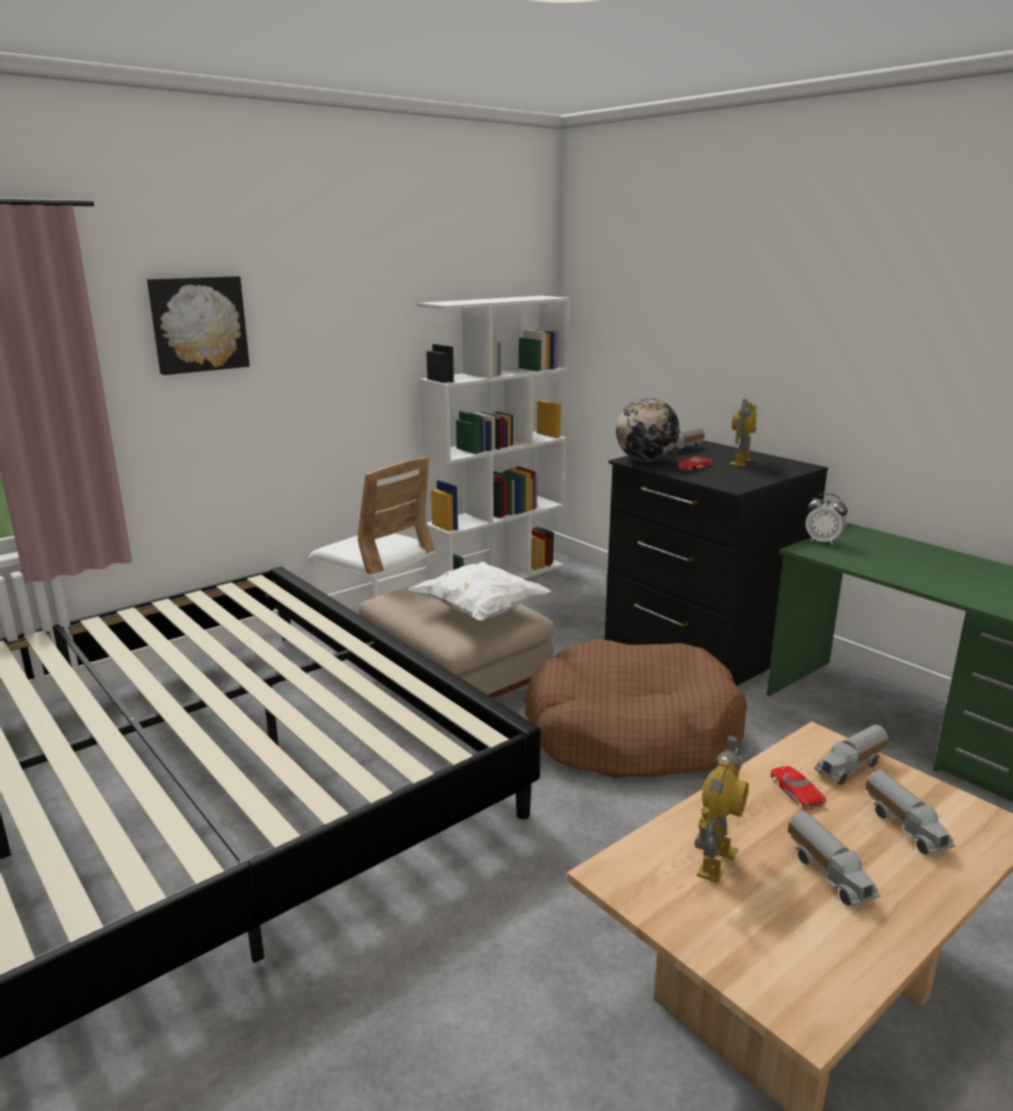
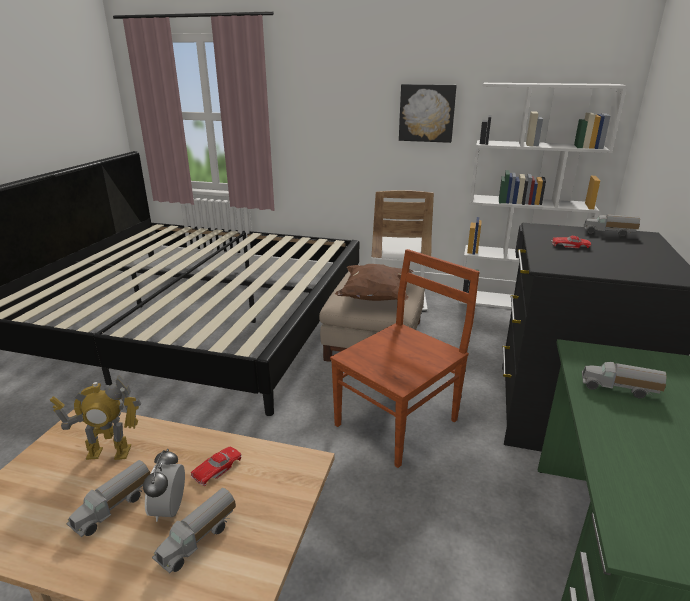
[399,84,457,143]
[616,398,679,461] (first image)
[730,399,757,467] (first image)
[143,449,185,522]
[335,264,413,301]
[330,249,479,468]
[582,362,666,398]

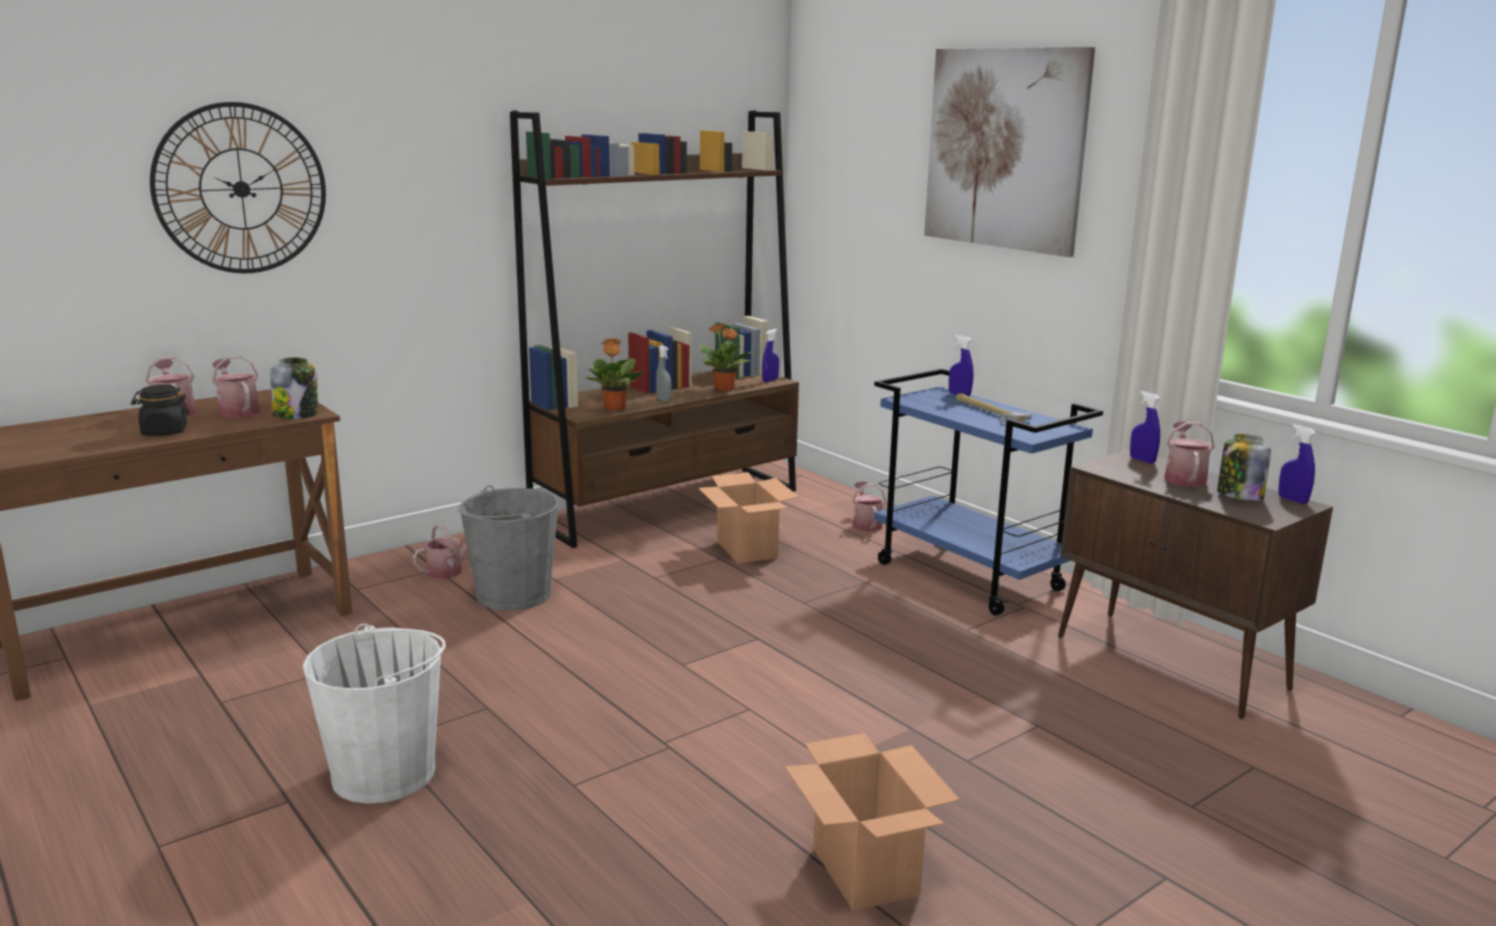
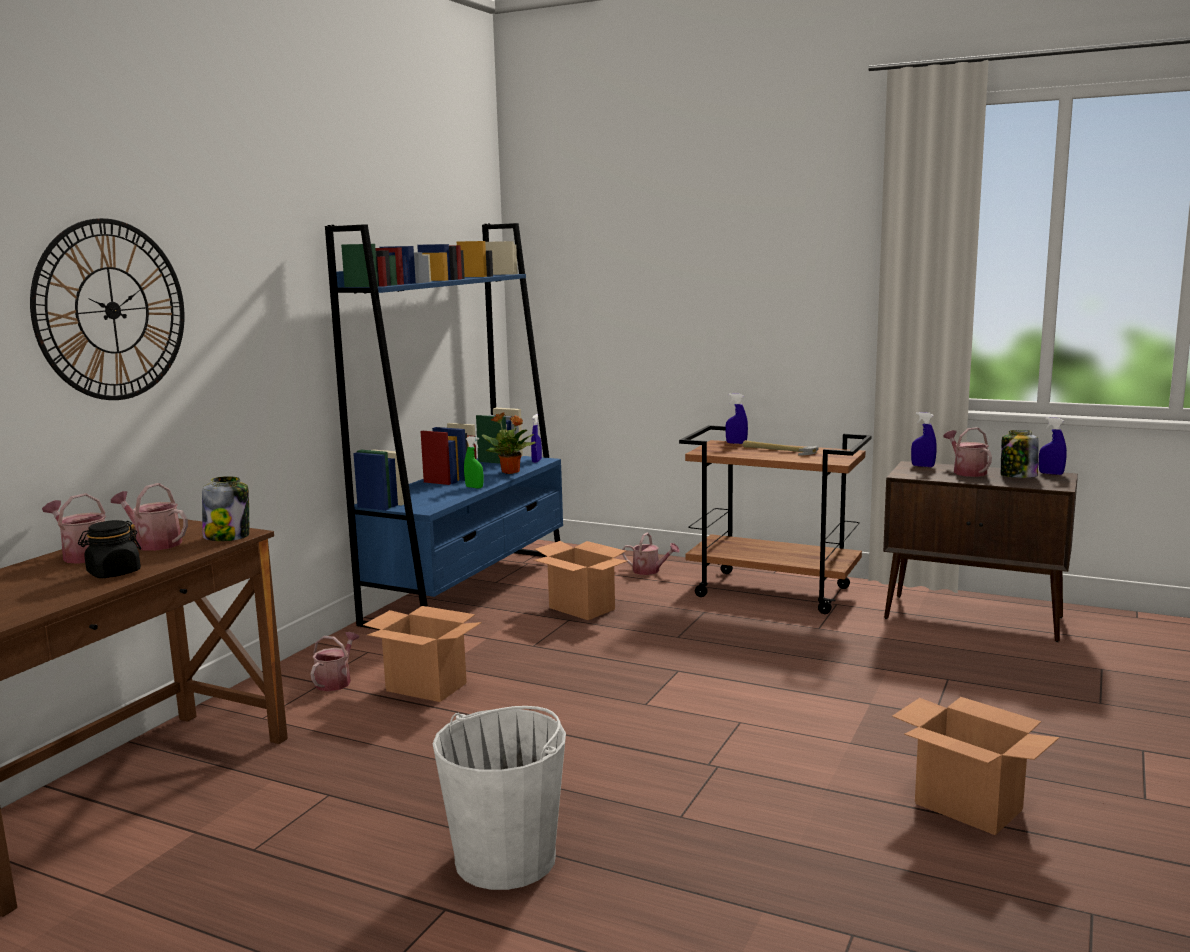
[924,47,1095,257] (first image)
[325,223,563,630]
[586,338,643,411] (first image)
[464,436,483,489]
[679,425,872,614]
[622,533,680,575]
[363,606,482,702]

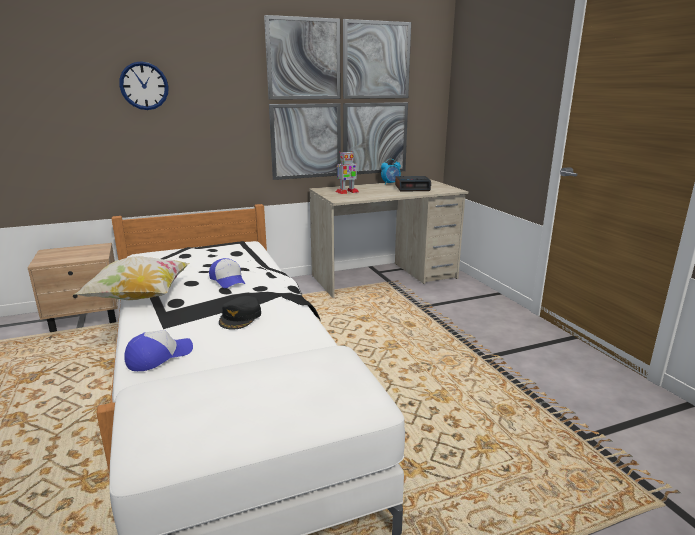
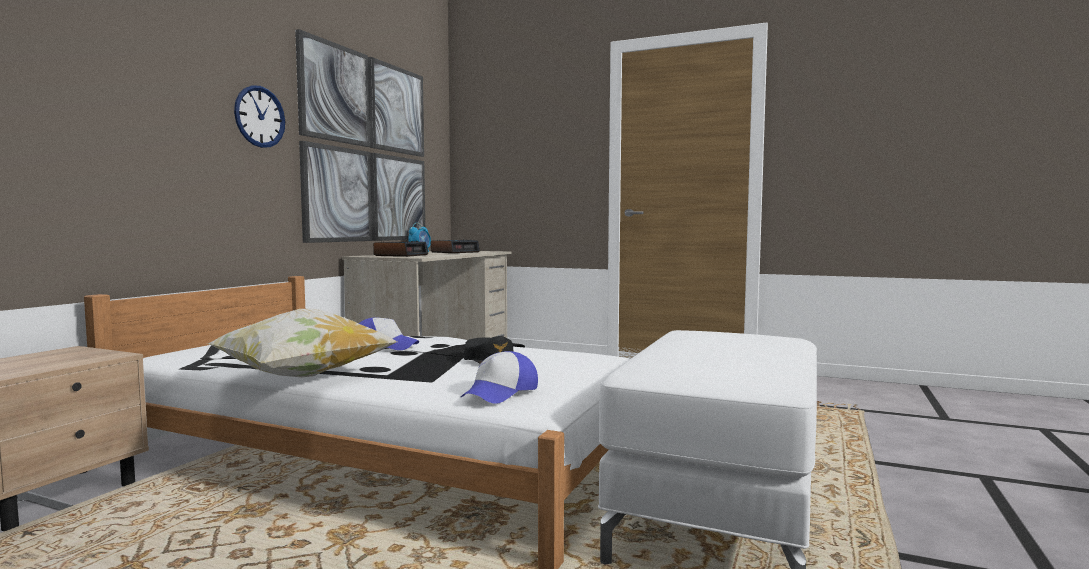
[234,85,285,148]
[373,241,428,257]
[460,351,538,404]

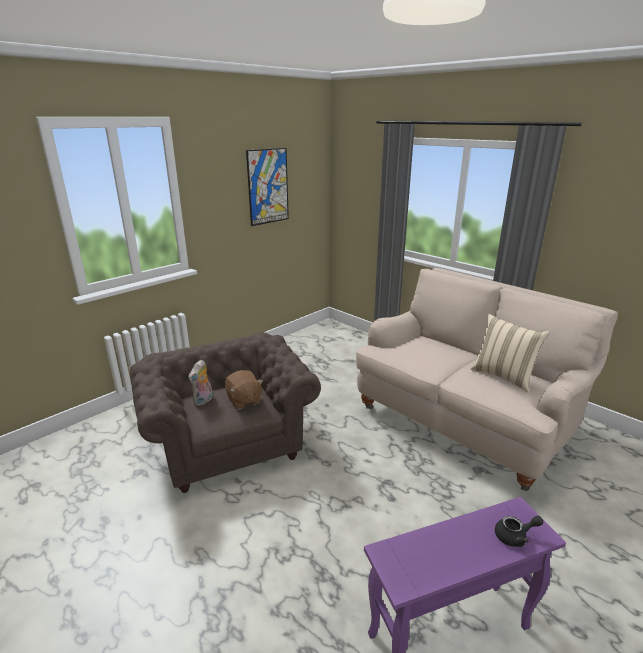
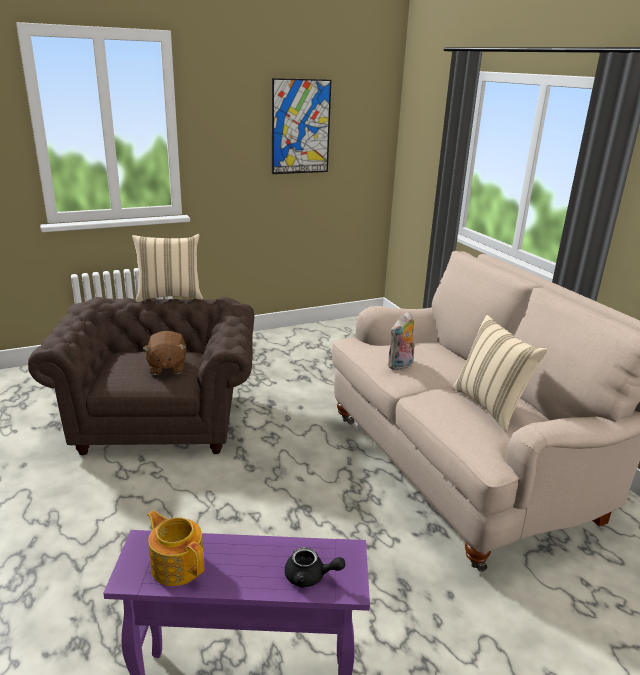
[388,312,415,371]
[132,234,203,302]
[147,510,204,586]

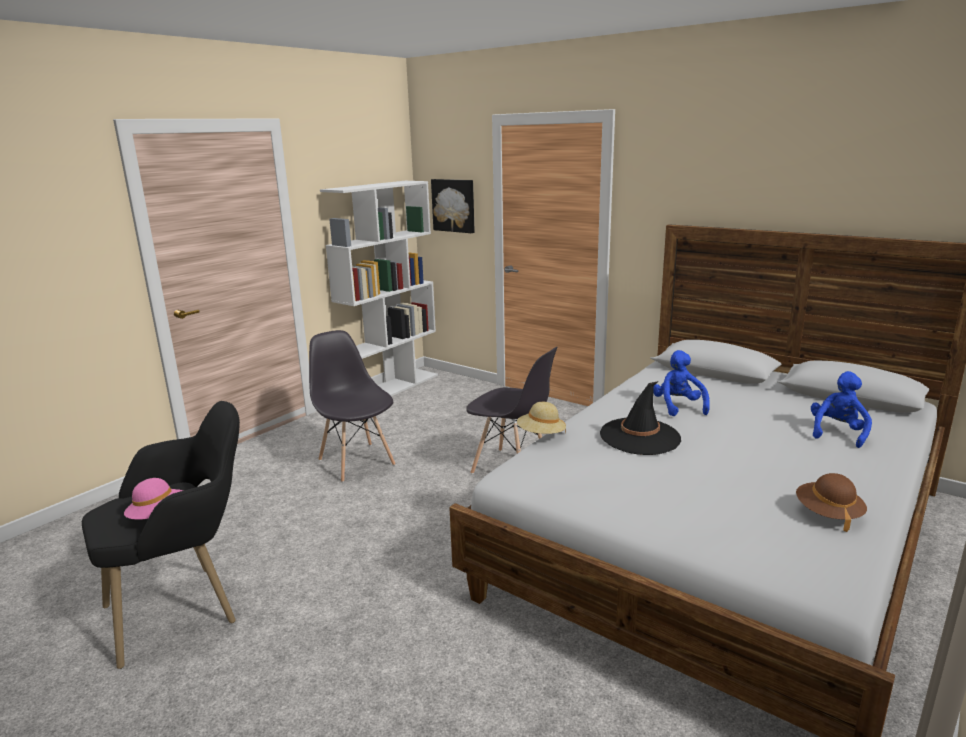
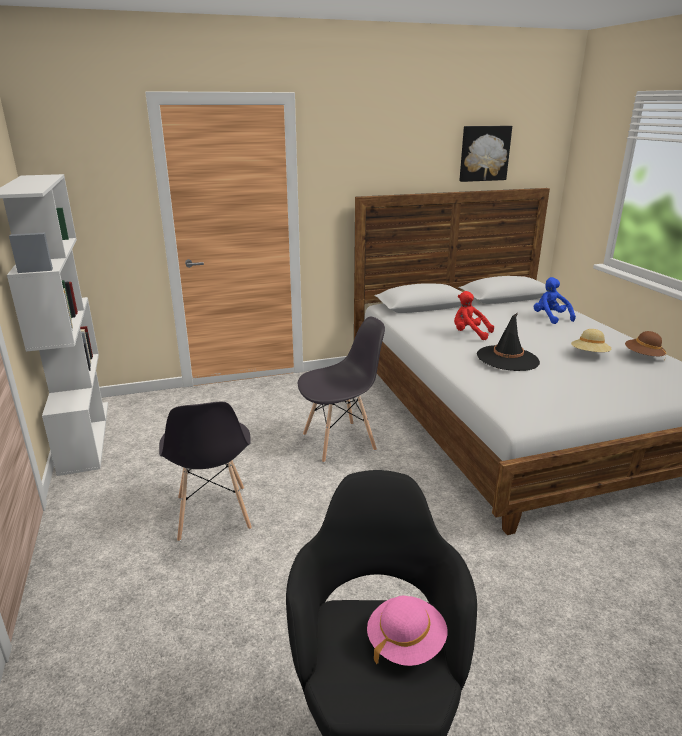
[459,126,512,182]
[159,402,252,542]
[454,291,494,340]
[571,329,612,352]

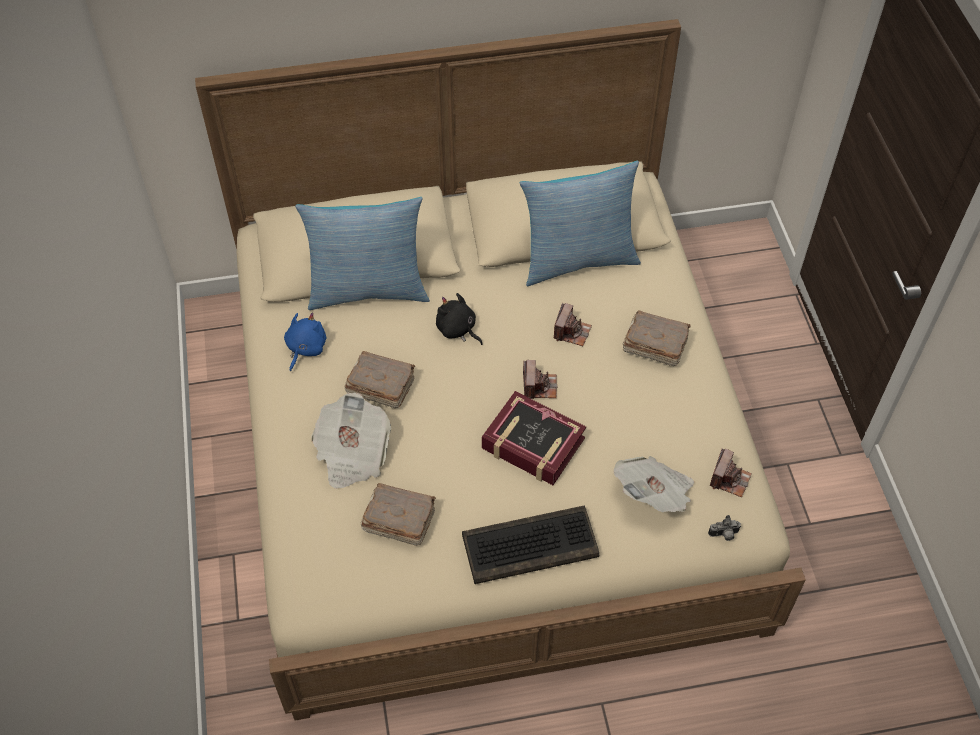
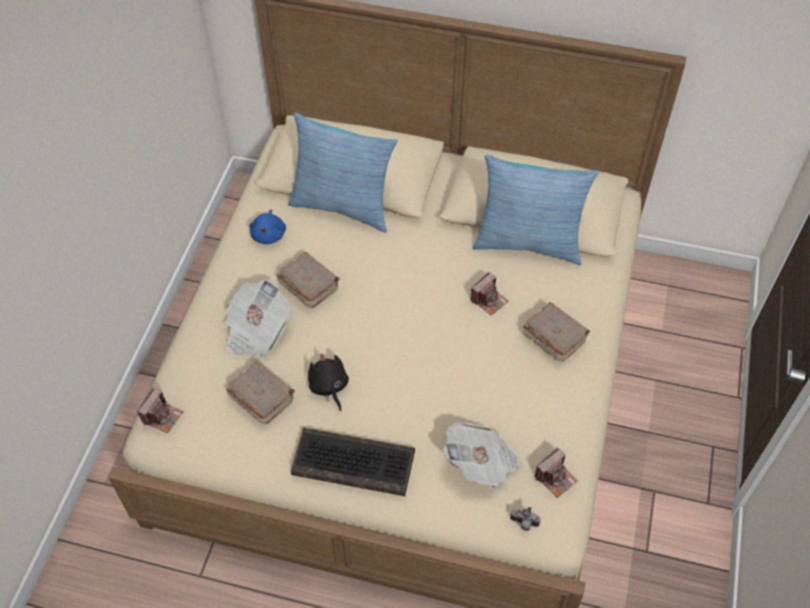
[308,353,349,411]
[249,209,286,244]
[137,388,183,433]
[482,391,586,485] (first image)

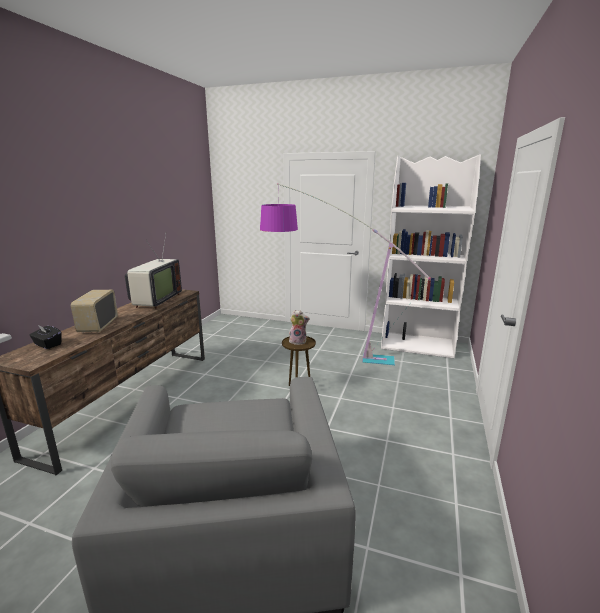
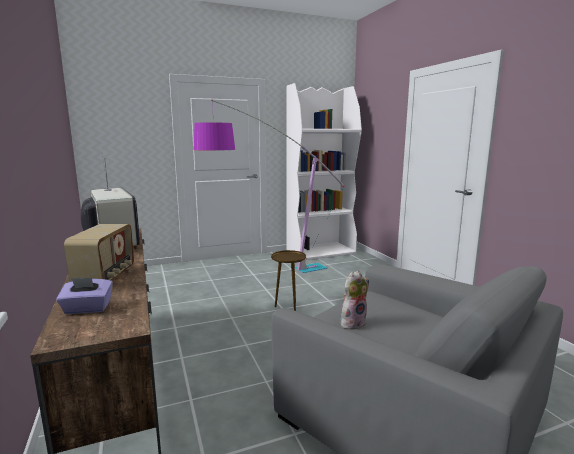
[64,224,134,282]
[340,271,369,330]
[56,278,113,314]

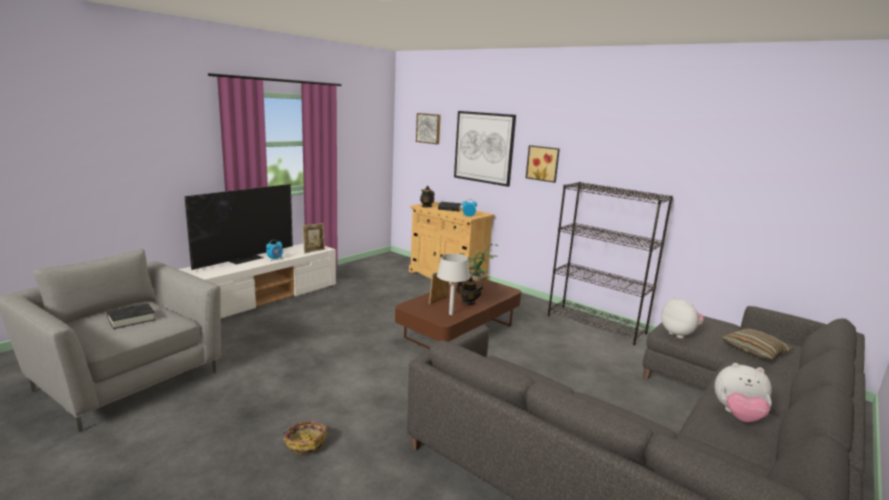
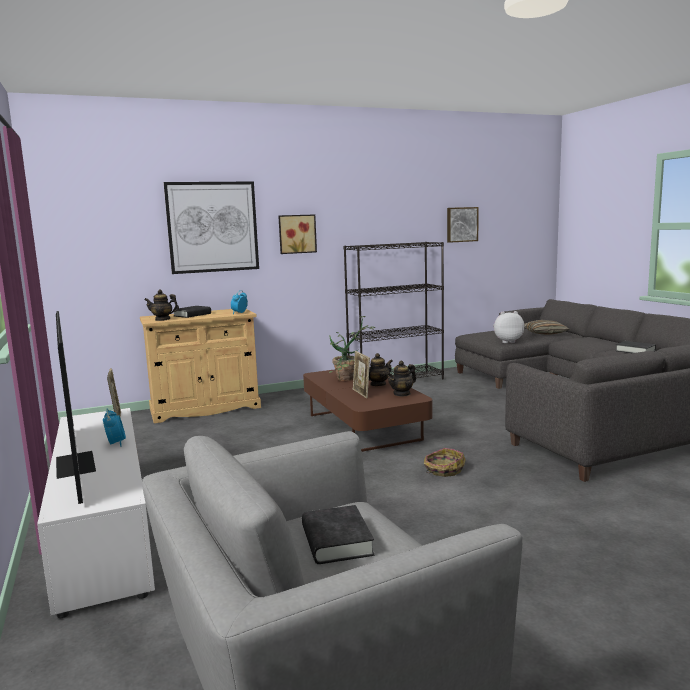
[447,207,479,243]
[387,360,416,397]
[616,341,656,353]
[424,448,466,477]

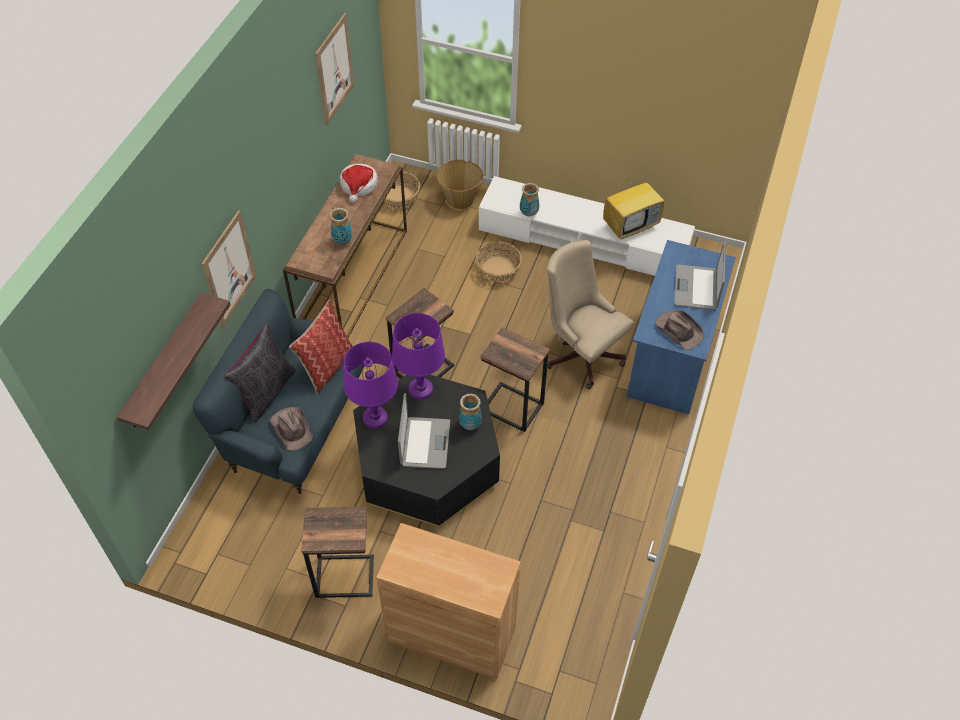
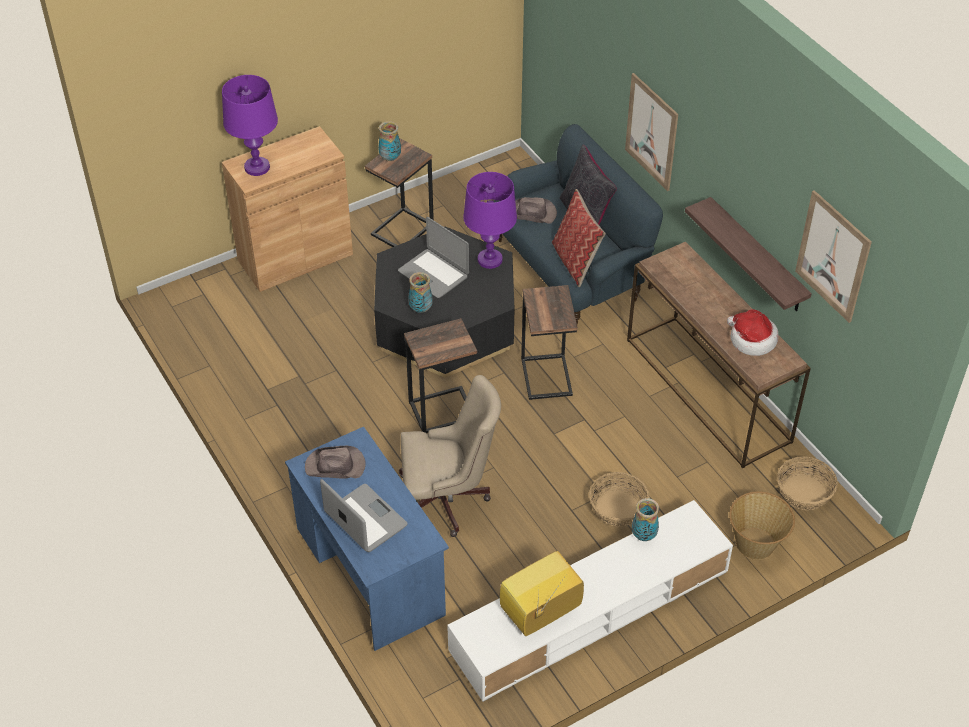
[500,551,584,636]
[378,121,401,161]
[685,197,812,311]
[222,75,278,176]

